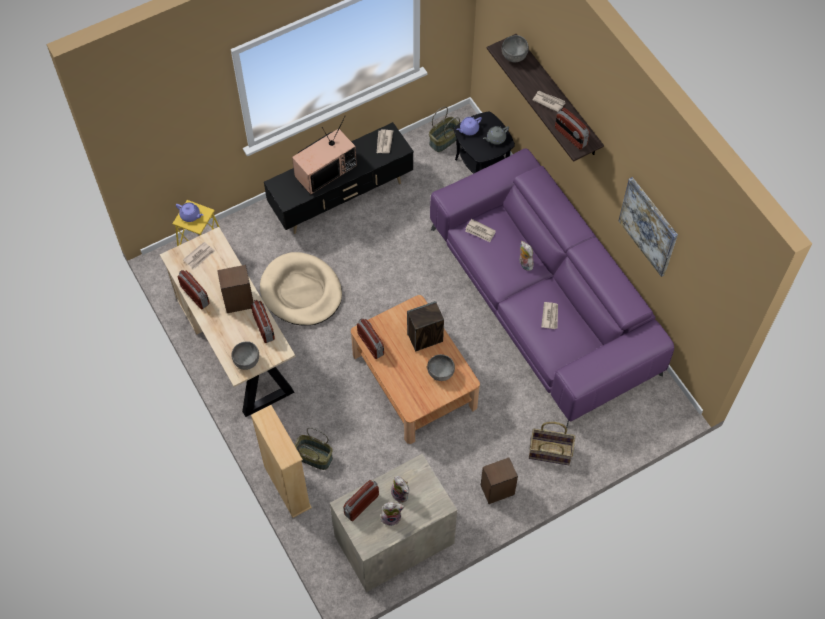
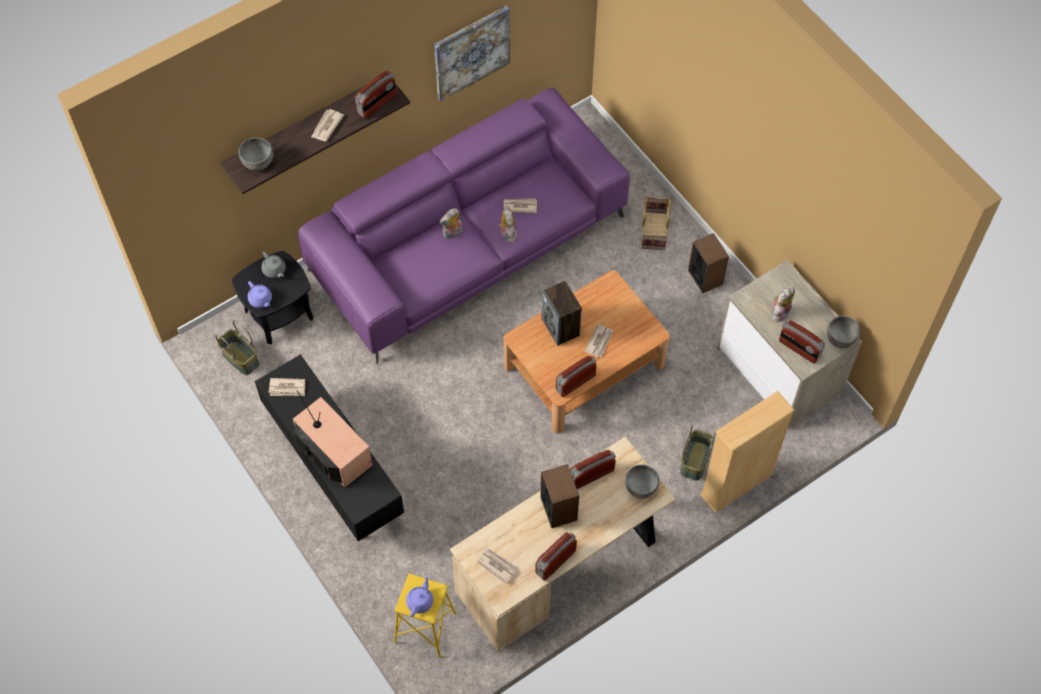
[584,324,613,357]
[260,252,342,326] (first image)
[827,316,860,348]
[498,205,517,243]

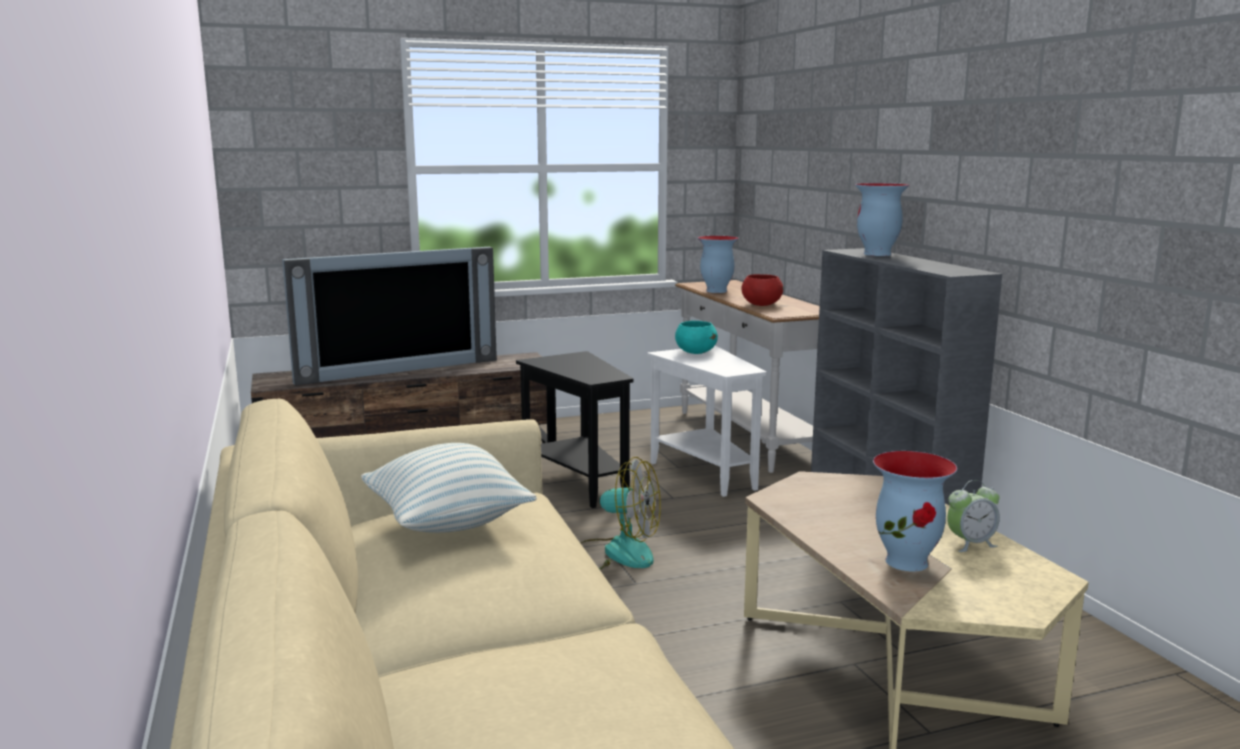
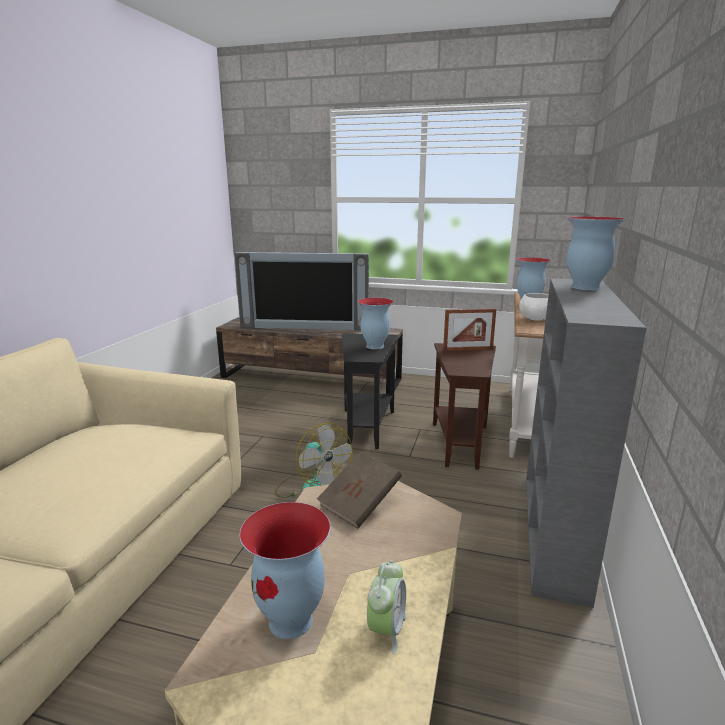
[519,293,549,321]
[443,309,496,351]
[433,343,496,470]
[361,443,537,533] (first image)
[367,560,407,654]
[358,298,394,349]
[317,452,402,529]

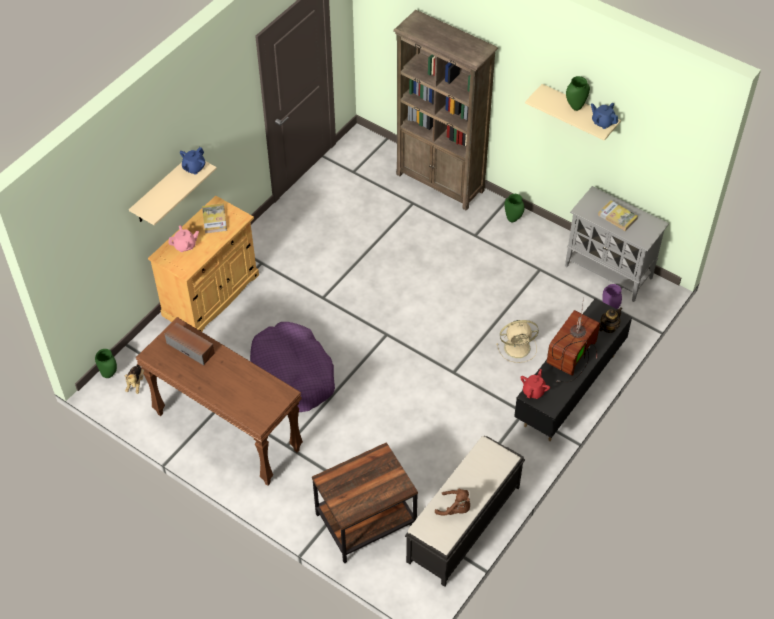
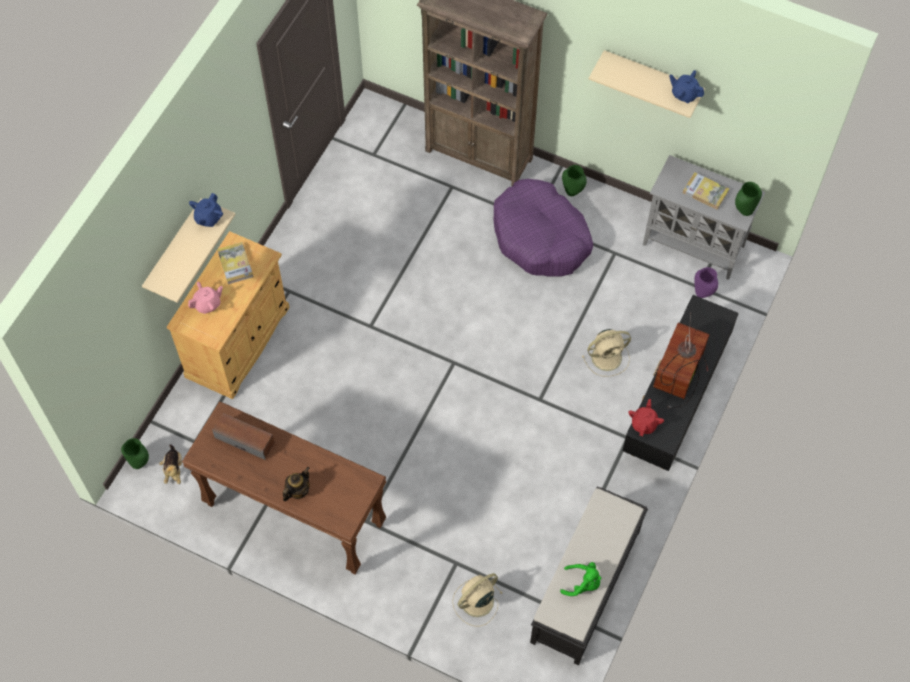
[735,182,762,216]
[283,467,310,501]
[494,179,593,276]
[452,573,503,626]
[560,562,601,596]

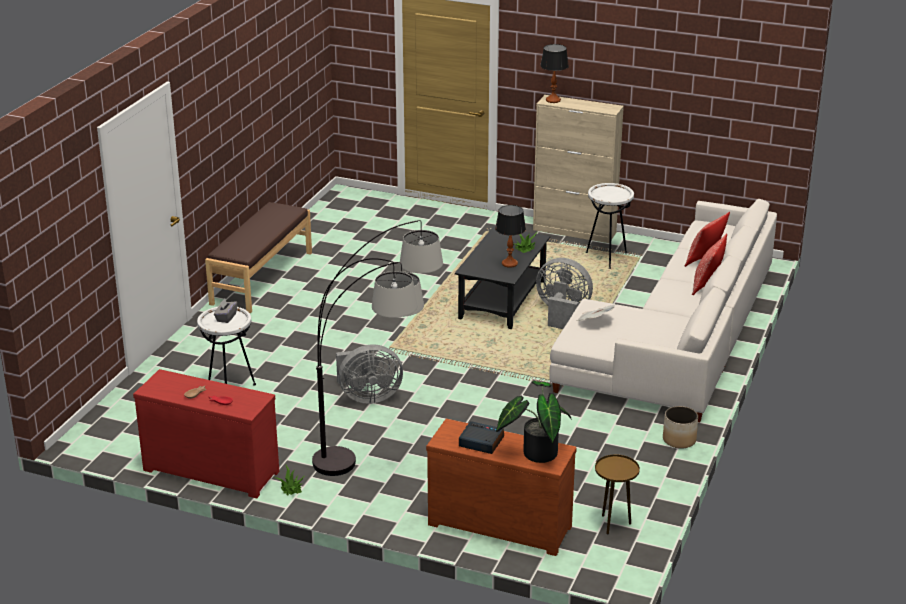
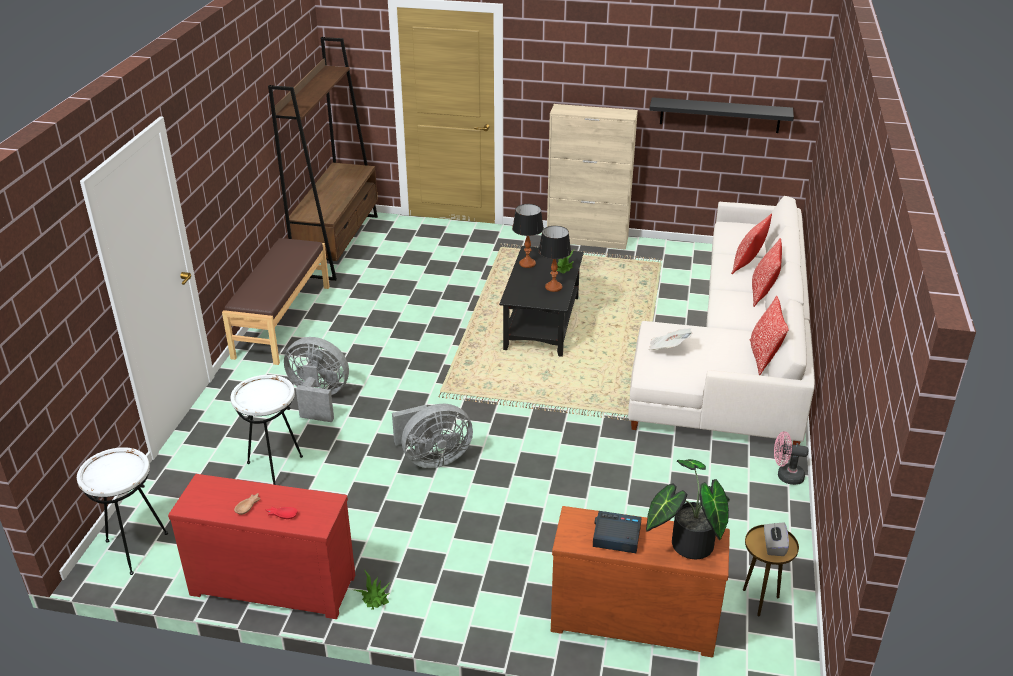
[512,204,544,268]
[77,447,168,575]
[312,220,443,476] (first image)
[284,337,349,422]
[764,522,789,556]
[774,431,808,485]
[268,37,378,281]
[649,97,794,133]
[750,296,789,375]

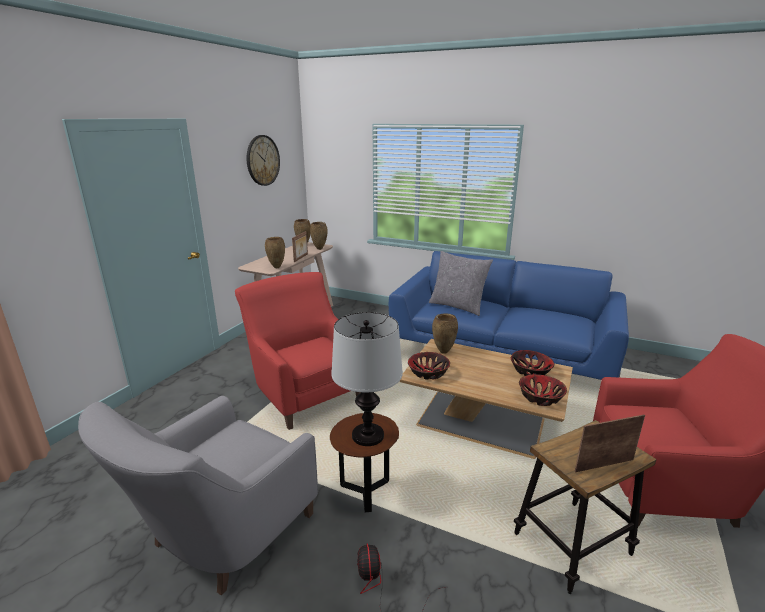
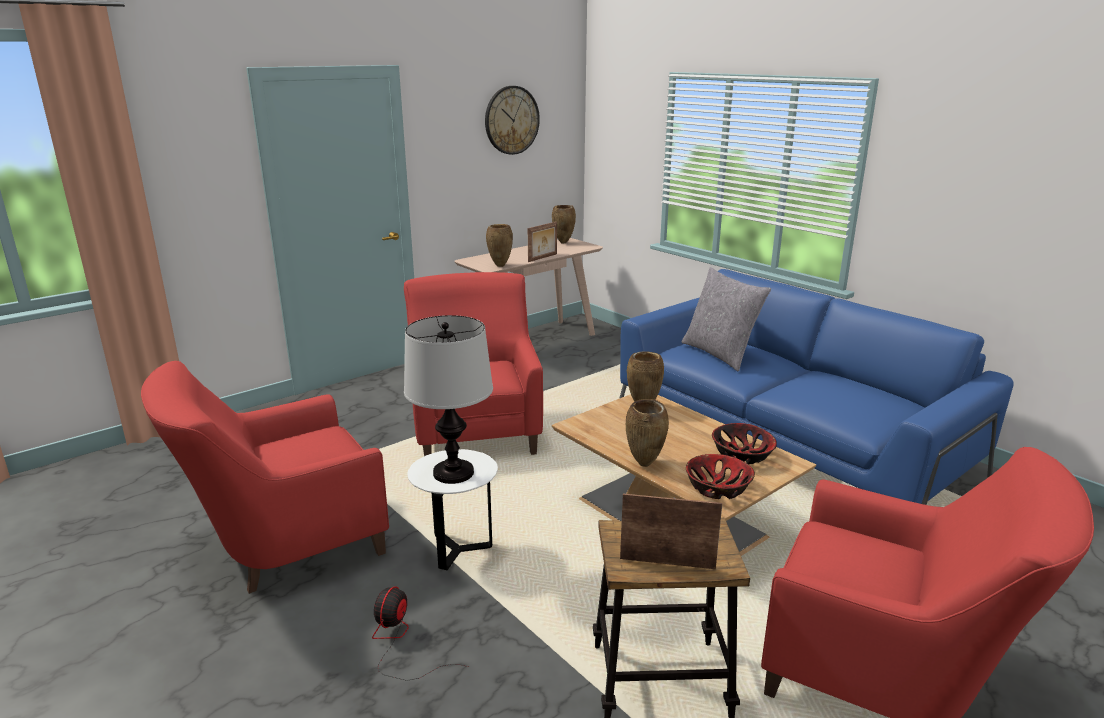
[626,399,669,467]
[408,352,450,380] (first image)
[141,361,389,594]
[407,449,498,570]

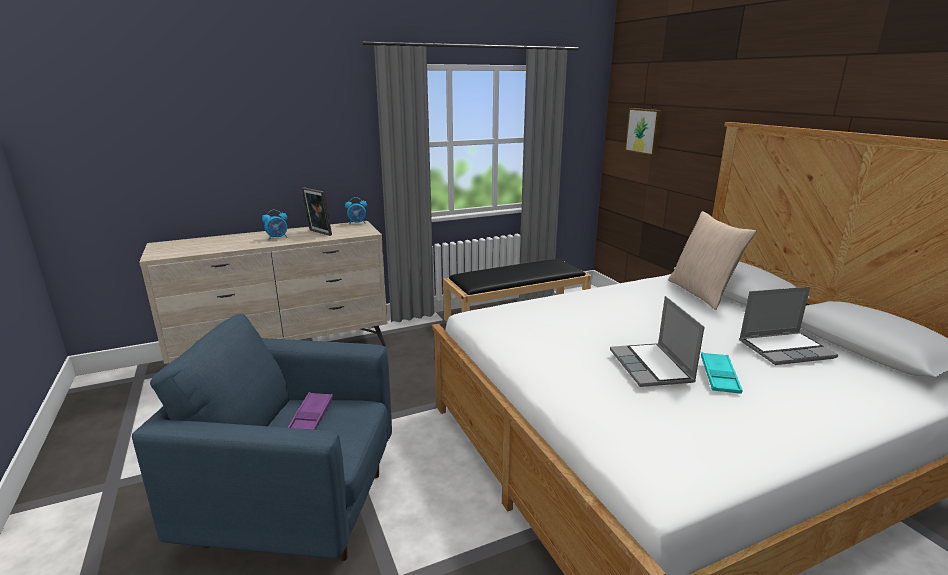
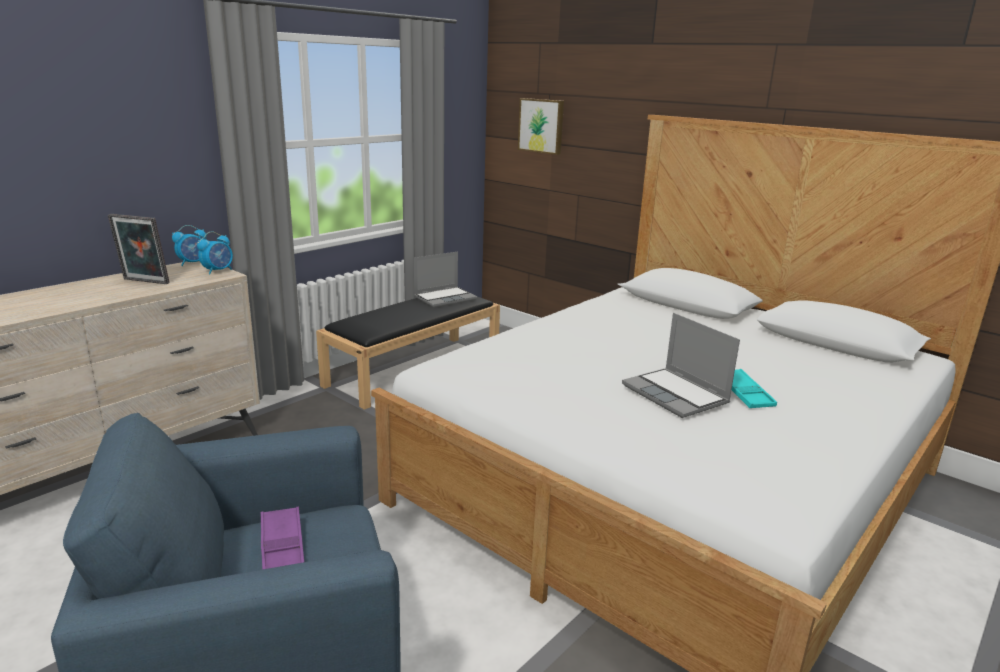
[197,231,233,275]
[668,211,756,310] (first image)
[414,251,477,308]

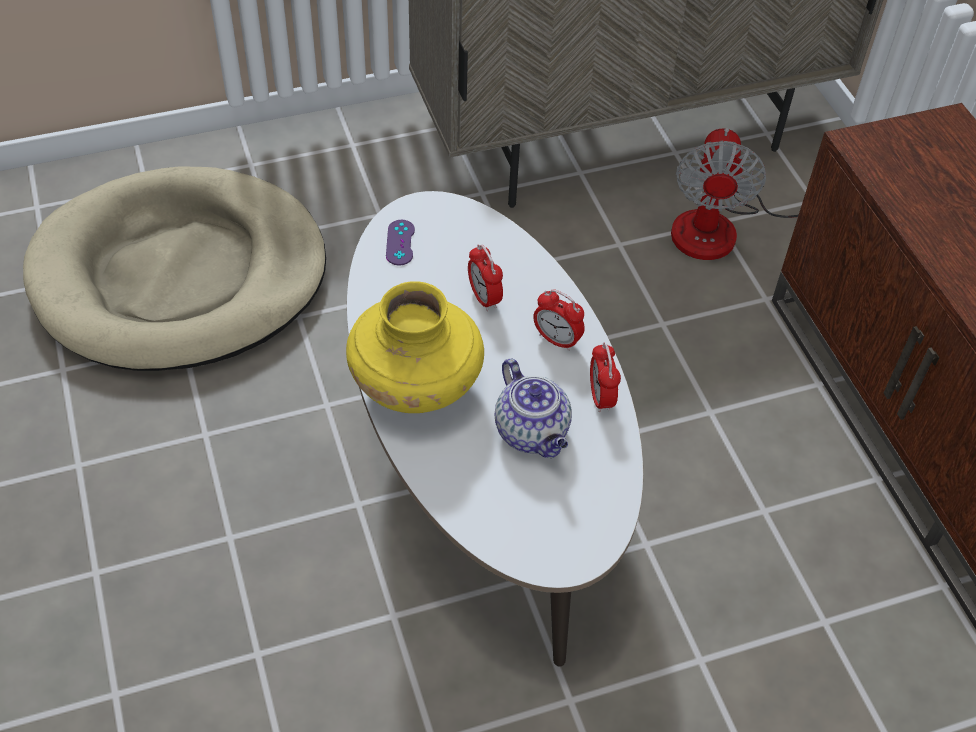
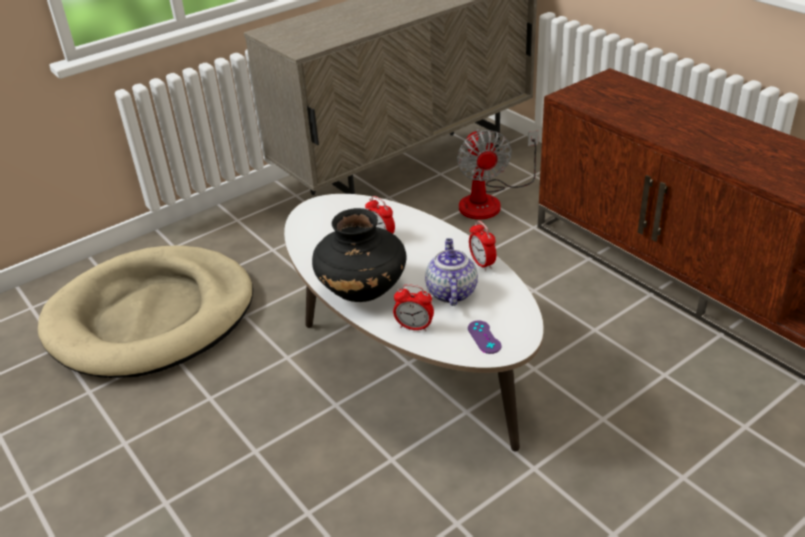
[468,321,501,354]
[312,208,406,302]
[393,284,434,331]
[425,238,478,306]

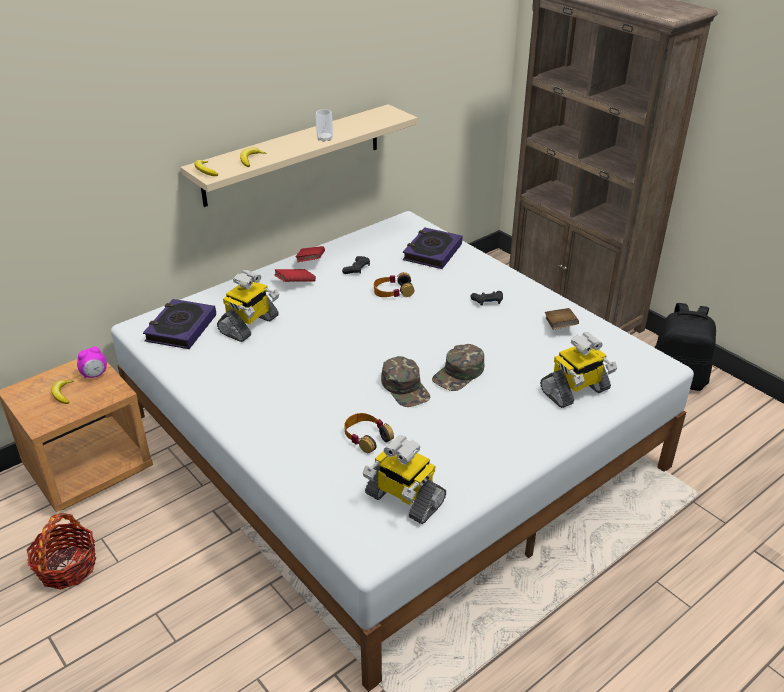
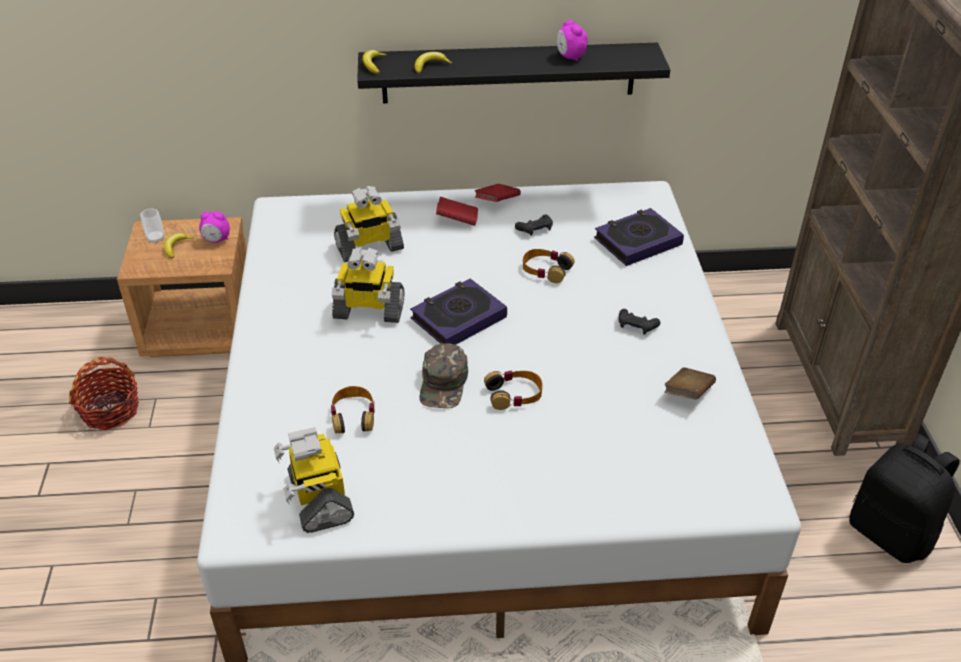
[357,43,670,103]
[140,208,164,244]
[410,278,507,345]
[332,247,405,323]
[484,371,543,410]
[557,20,587,61]

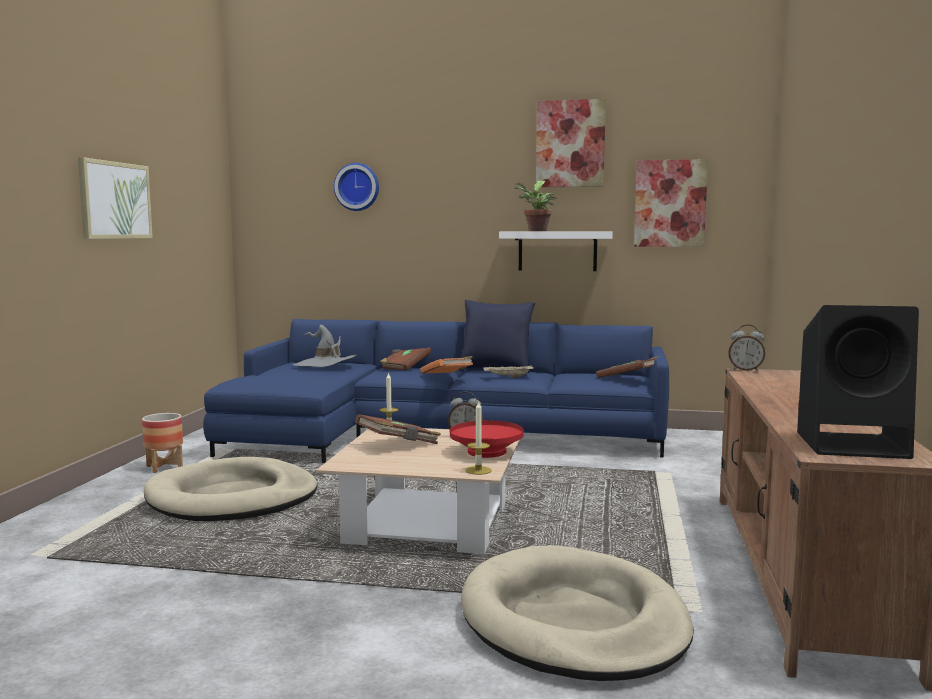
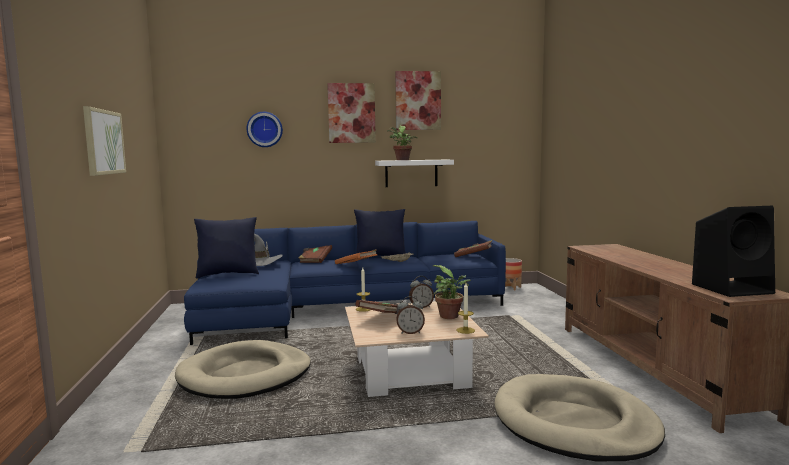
[327,83,376,143]
[396,296,425,334]
[505,258,522,291]
[433,265,471,319]
[194,217,259,279]

